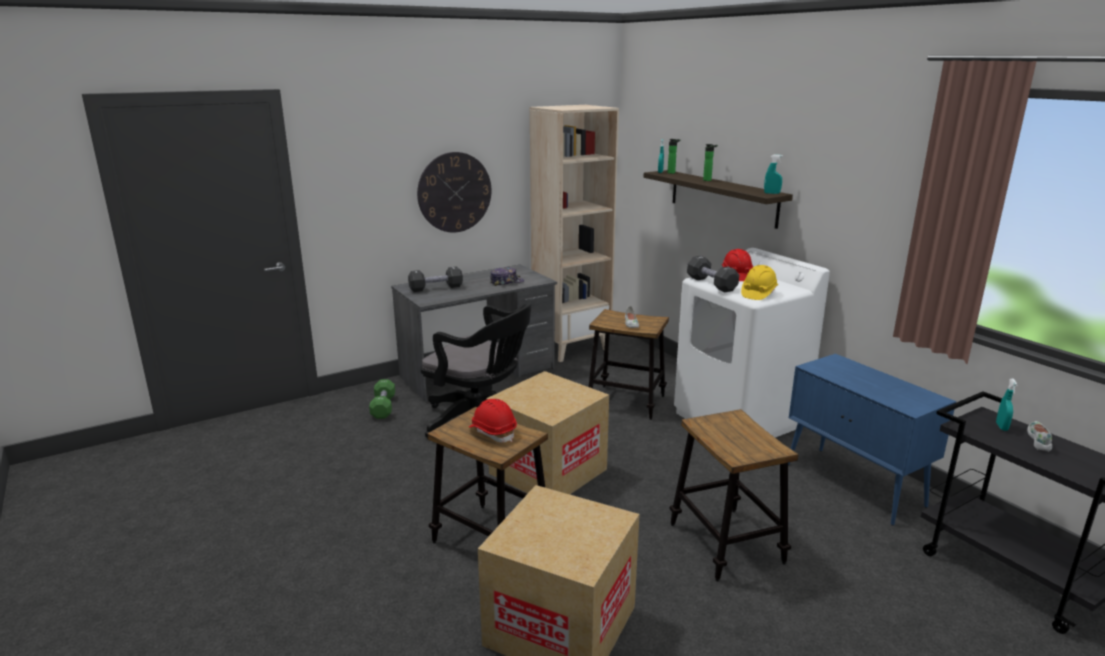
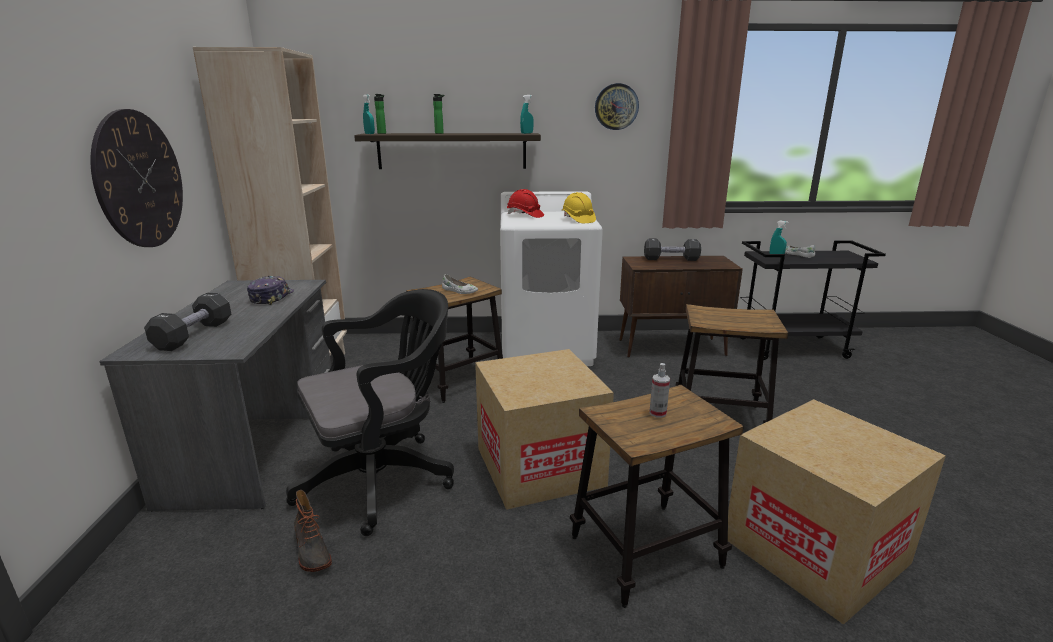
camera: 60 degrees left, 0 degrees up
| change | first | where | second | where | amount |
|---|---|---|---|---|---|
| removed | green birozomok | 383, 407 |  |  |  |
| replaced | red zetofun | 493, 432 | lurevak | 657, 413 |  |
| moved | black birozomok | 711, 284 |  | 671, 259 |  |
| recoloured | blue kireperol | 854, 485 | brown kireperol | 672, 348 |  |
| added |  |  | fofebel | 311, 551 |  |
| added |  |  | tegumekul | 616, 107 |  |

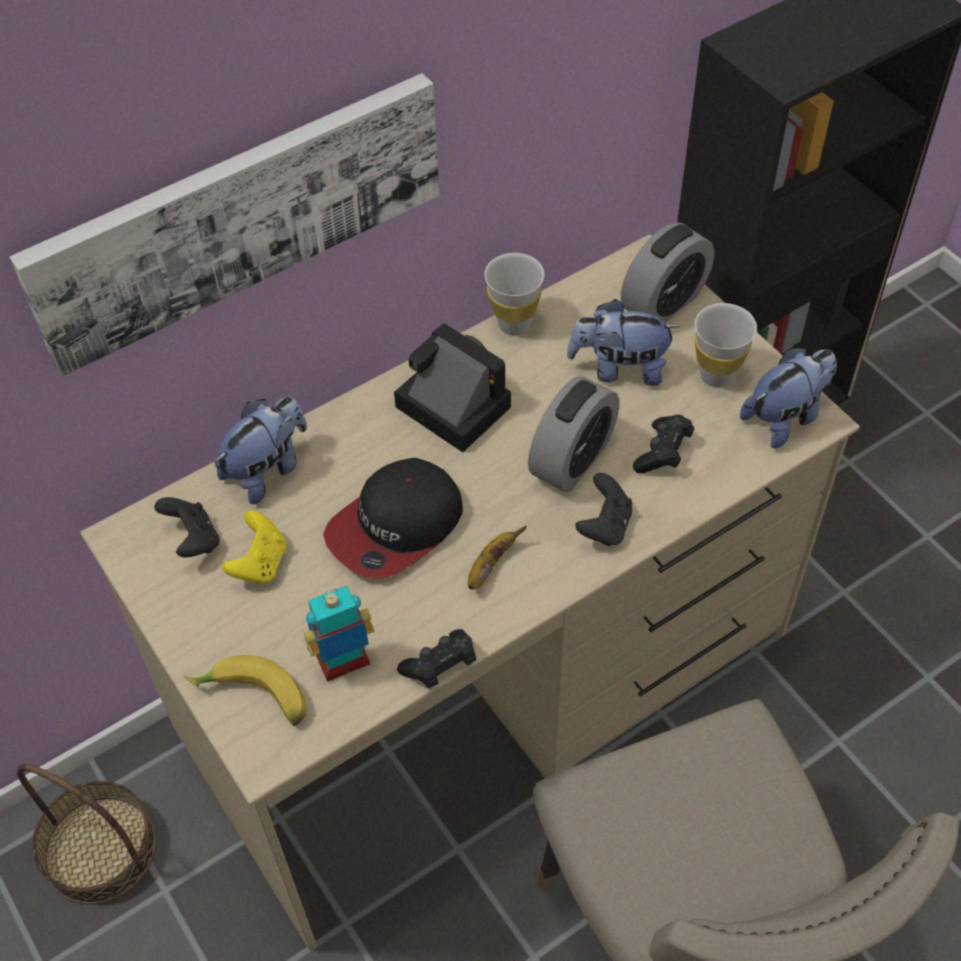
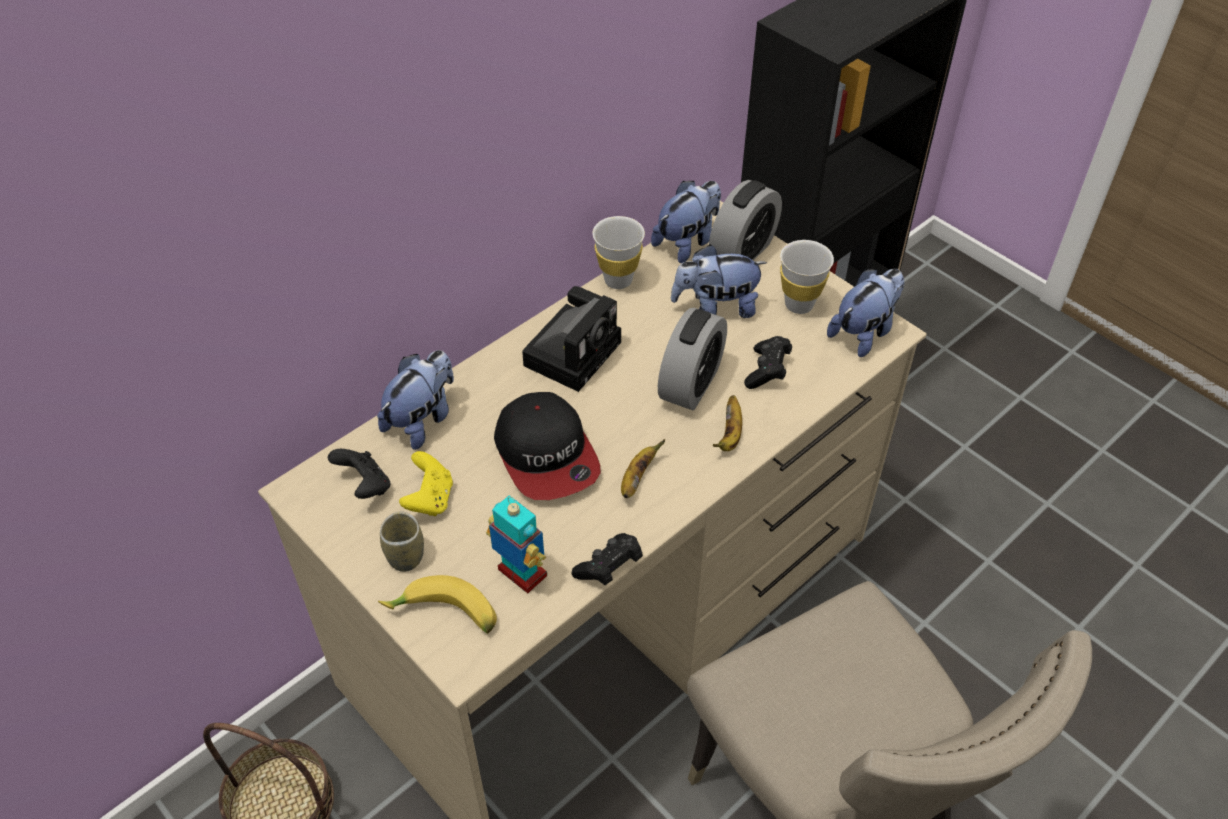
camera: 10 degrees left, 5 degrees down
| change | first | where | second | where | amount |
|---|---|---|---|---|---|
| removed | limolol | 238, 216 |  |  |  |
| turned | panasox | 343, 662 |  | 521, 574 | 75 degrees clockwise |
| turned | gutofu | 396, 526 |  | 547, 455 | 60 degrees counterclockwise |
| turned | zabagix | 448, 405 |  | 574, 351 | 90 degrees clockwise |
| replaced | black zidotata | 605, 526 | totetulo | 730, 435 |  |
| added |  |  | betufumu | 405, 556 |  |
| added |  |  | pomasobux | 687, 242 |  |

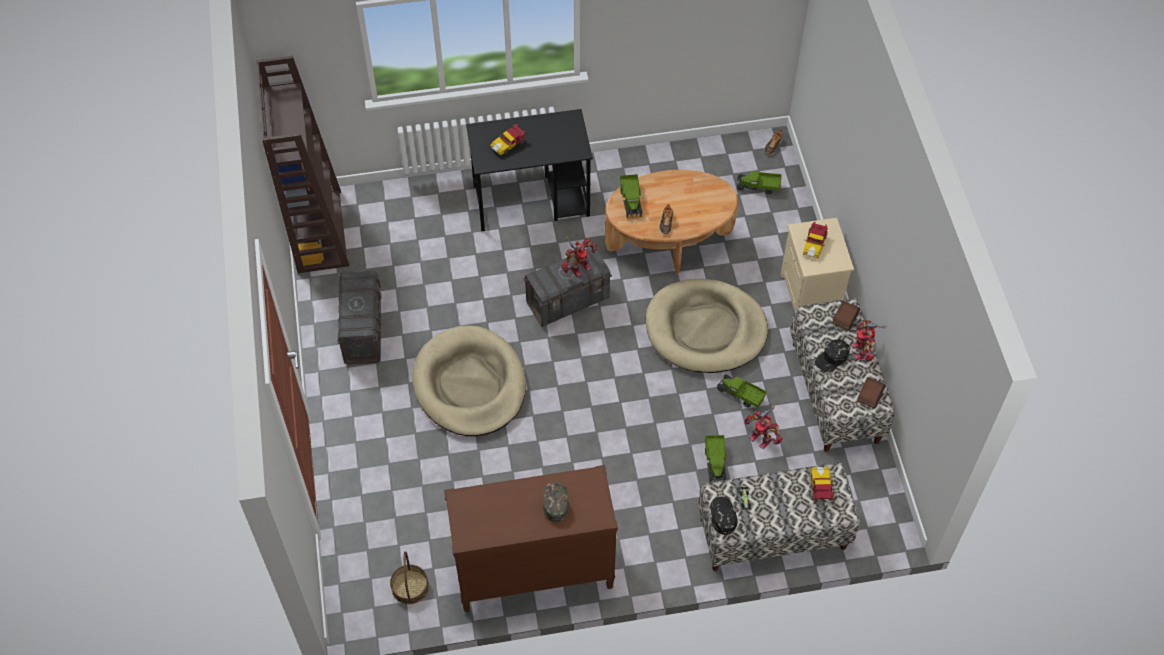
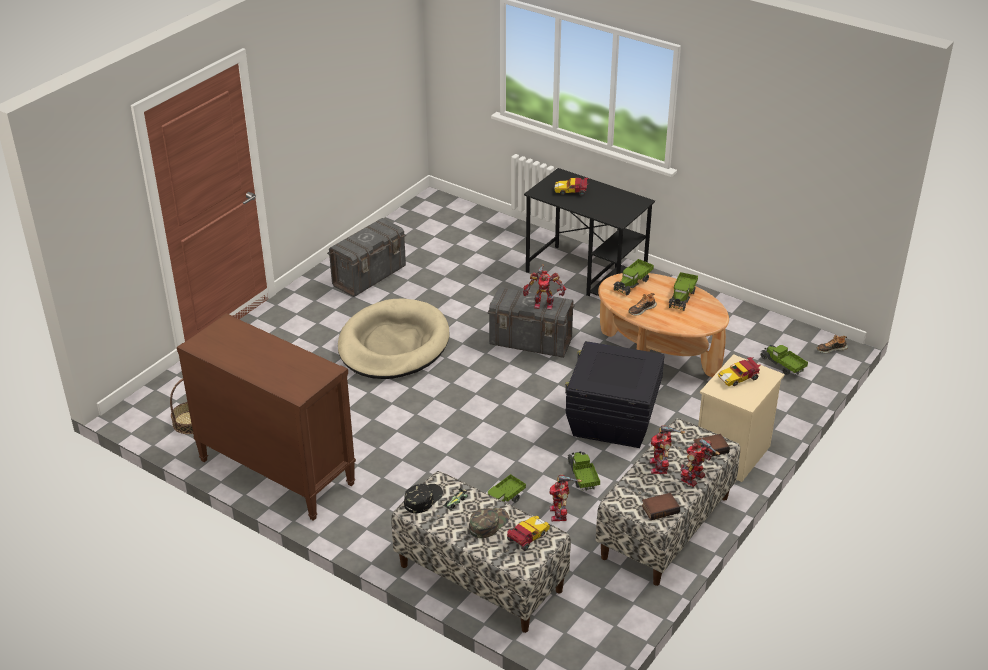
camera: 45 degrees right, 20 degrees down
| change | first | where | second | where | amount |
|---|---|---|---|---|---|
| removed | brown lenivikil | 318, 230 |  |  |  |
| moved | green gutofu | 555, 502 |  | 488, 524 |  |
| replaced | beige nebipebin | 705, 329 | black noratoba | 612, 421 |  |
| replaced | black gutofu | 832, 358 | panasox | 660, 466 |  |
| added |  |  | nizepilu | 682, 297 |  |

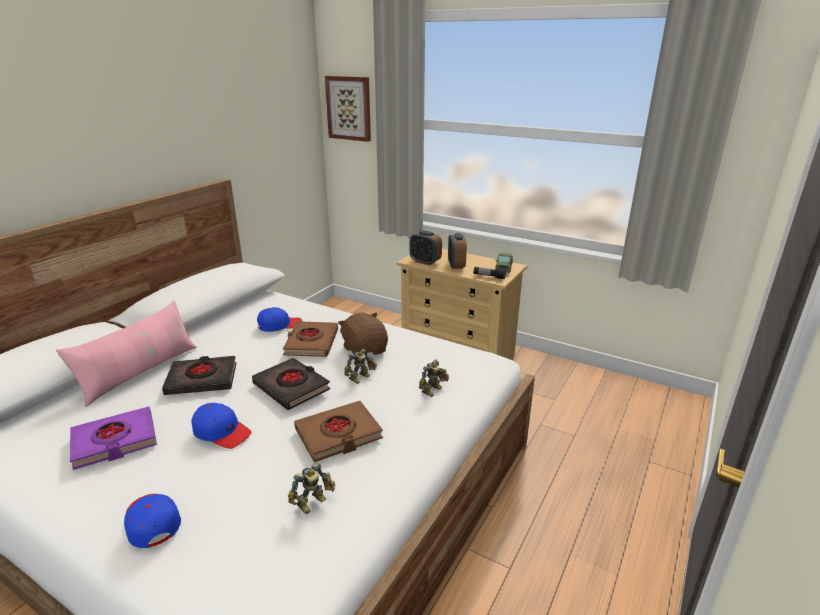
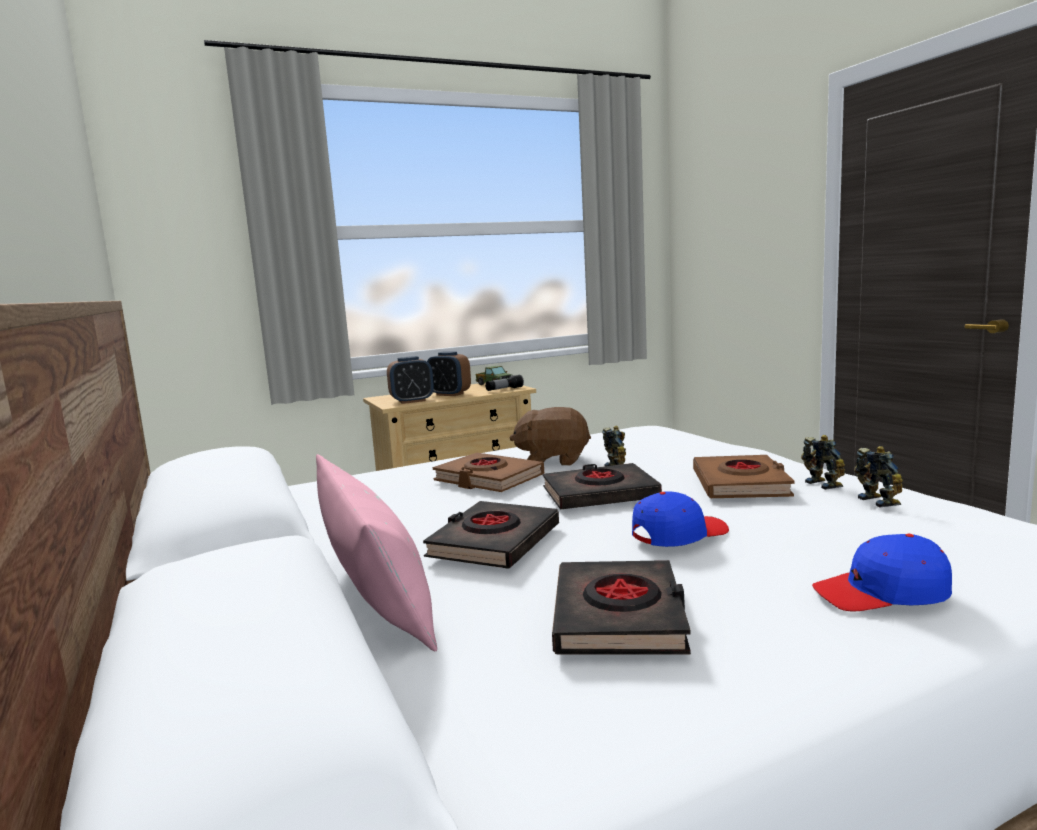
camera: 55 degrees left, 15 degrees down
| change | first | where | second | where | amount |
|---|---|---|---|---|---|
| recoloured | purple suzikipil | 115, 441 | black suzikipil | 619, 617 |  |
| removed | blue gutofu | 279, 325 |  |  |  |
| removed | limolol | 349, 108 |  |  |  |
| moved | panasox | 433, 390 |  | 825, 484 |  |

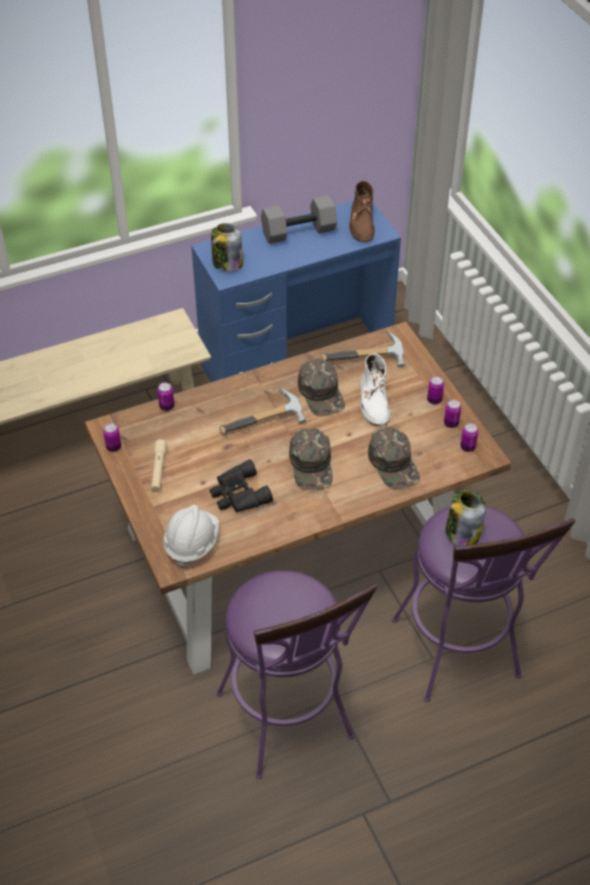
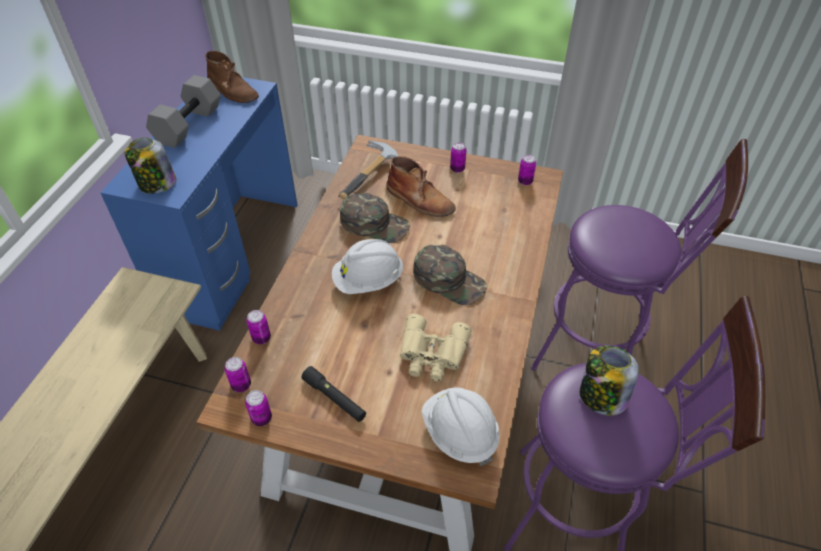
camera: 50 degrees left, 0 degrees up
| change | first | where | second | where | amount |
|---|---|---|---|---|---|
| recoloured | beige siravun | 158, 470 | black siravun | 334, 398 |  |
| recoloured | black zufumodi | 238, 494 | beige zufumodi | 432, 354 |  |
| replaced | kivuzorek | 265, 424 | white zetofun | 368, 281 |  |
| recoloured | white fofebel | 374, 401 | brown fofebel | 420, 200 |  |
| removed | green gutofu | 394, 463 |  |  |  |
| moved | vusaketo | 451, 423 |  | 241, 385 |  |
| moved | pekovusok | 462, 533 |  | 601, 397 |  |

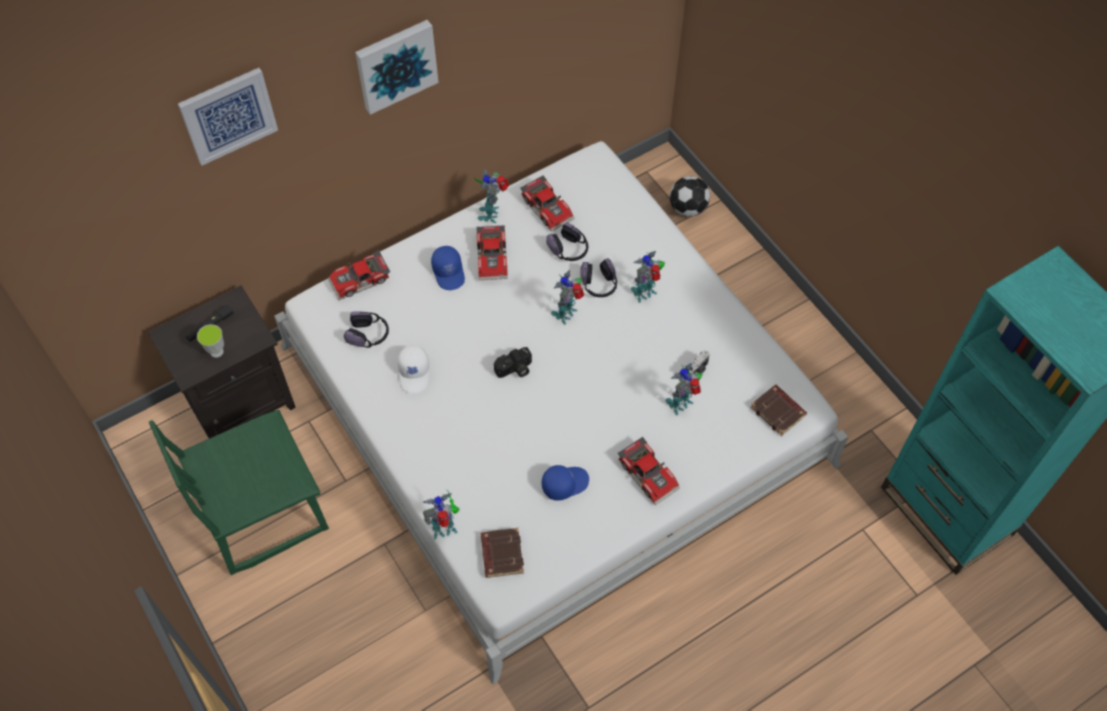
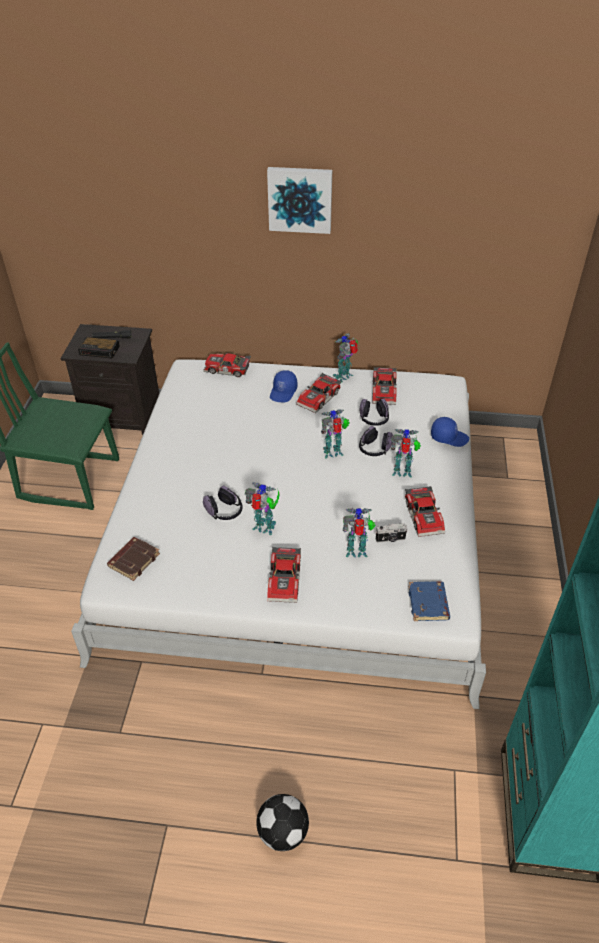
camera: 40 degrees right, 15 degrees down
| change | first | where | second | where | amount |
|---|---|---|---|---|---|
| removed | limolol | 228, 115 |  |  |  |
| replaced | betufumu | 216, 352 | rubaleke | 100, 350 |  |
| moved | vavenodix | 368, 335 |  | 225, 511 |  |
| removed | white gutofu | 414, 373 |  |  |  |
| moved | panasox | 445, 529 |  | 265, 528 |  |
| removed | zabagix | 515, 370 |  |  |  |
| moved | blue gutofu | 564, 483 |  | 449, 437 |  |
| moved | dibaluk | 688, 208 |  | 284, 832 |  |
| recoloured | brown suzikipil | 778, 412 | blue suzikipil | 429, 604 |  |
| added |  |  | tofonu | 425, 516 |  |

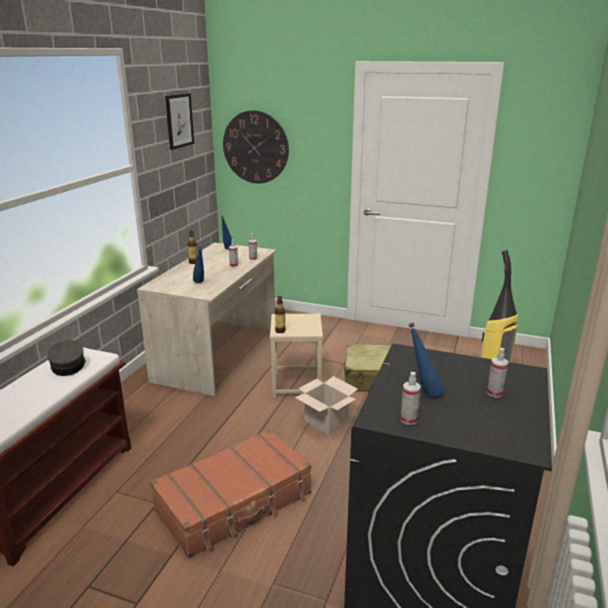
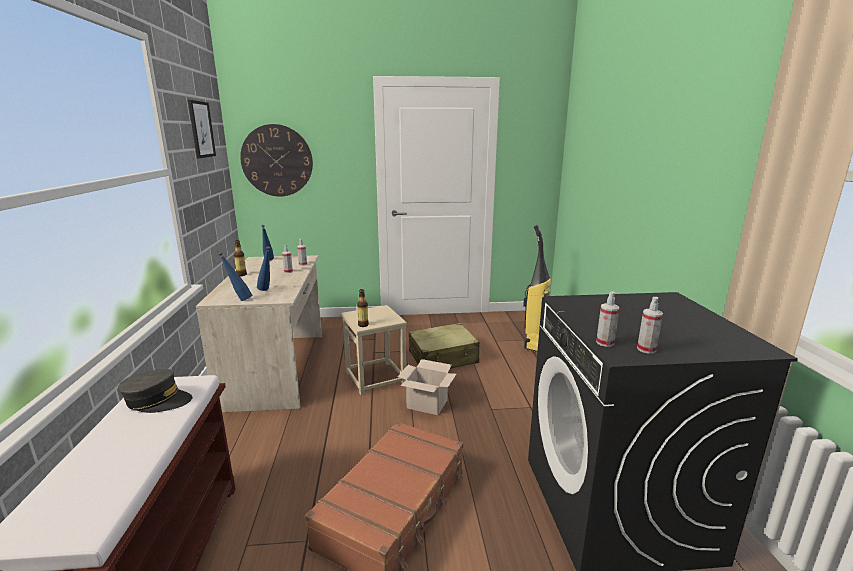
camera: 25 degrees left, 5 degrees down
| change | first | where | second | where | amount |
|---|---|---|---|---|---|
| turned | grey gutofu | 68, 365 |  | 157, 400 | 135 degrees clockwise |
| moved | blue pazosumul | 422, 393 |  | 239, 300 |  |
| moved | lurevak | 495, 393 |  | 605, 343 |  |

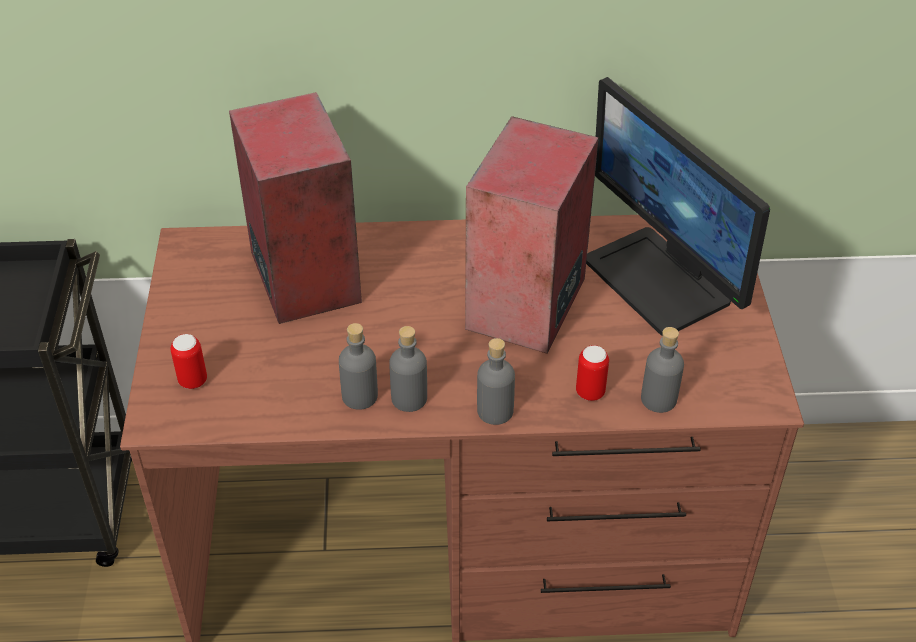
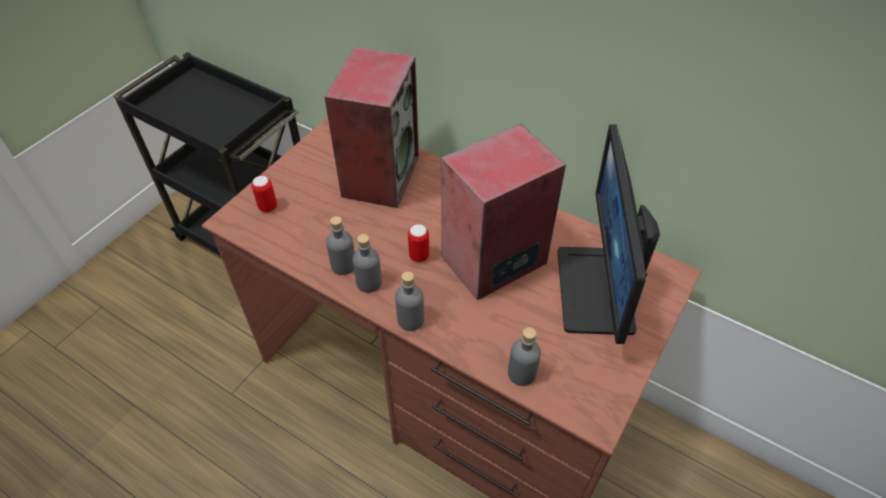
camera: 35 degrees right, 5 degrees up
| change | first | where | second | where | amount |
|---|---|---|---|---|---|
| moved | vusaketo | 590, 392 |  | 419, 256 |  |

